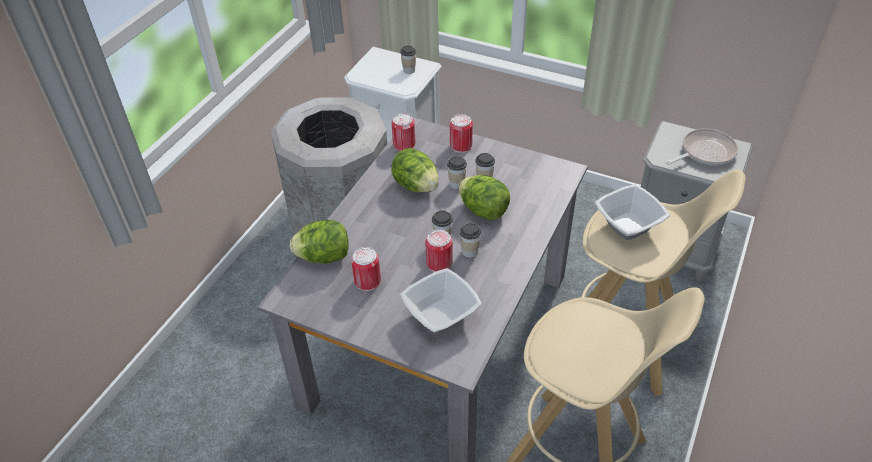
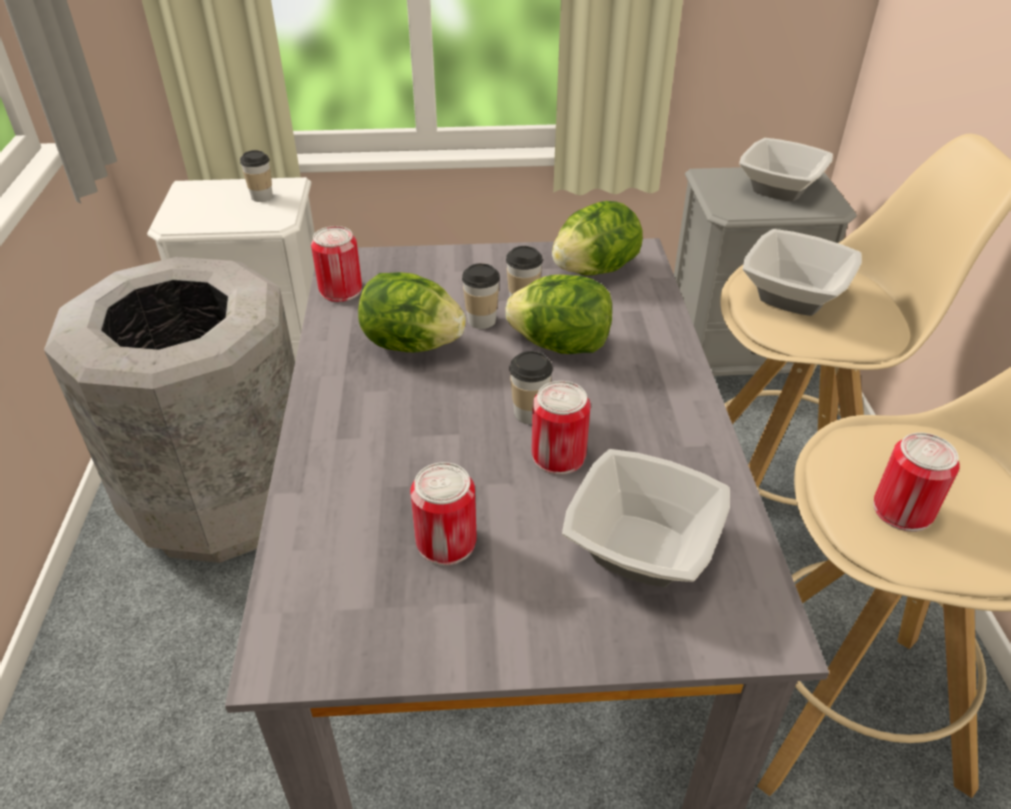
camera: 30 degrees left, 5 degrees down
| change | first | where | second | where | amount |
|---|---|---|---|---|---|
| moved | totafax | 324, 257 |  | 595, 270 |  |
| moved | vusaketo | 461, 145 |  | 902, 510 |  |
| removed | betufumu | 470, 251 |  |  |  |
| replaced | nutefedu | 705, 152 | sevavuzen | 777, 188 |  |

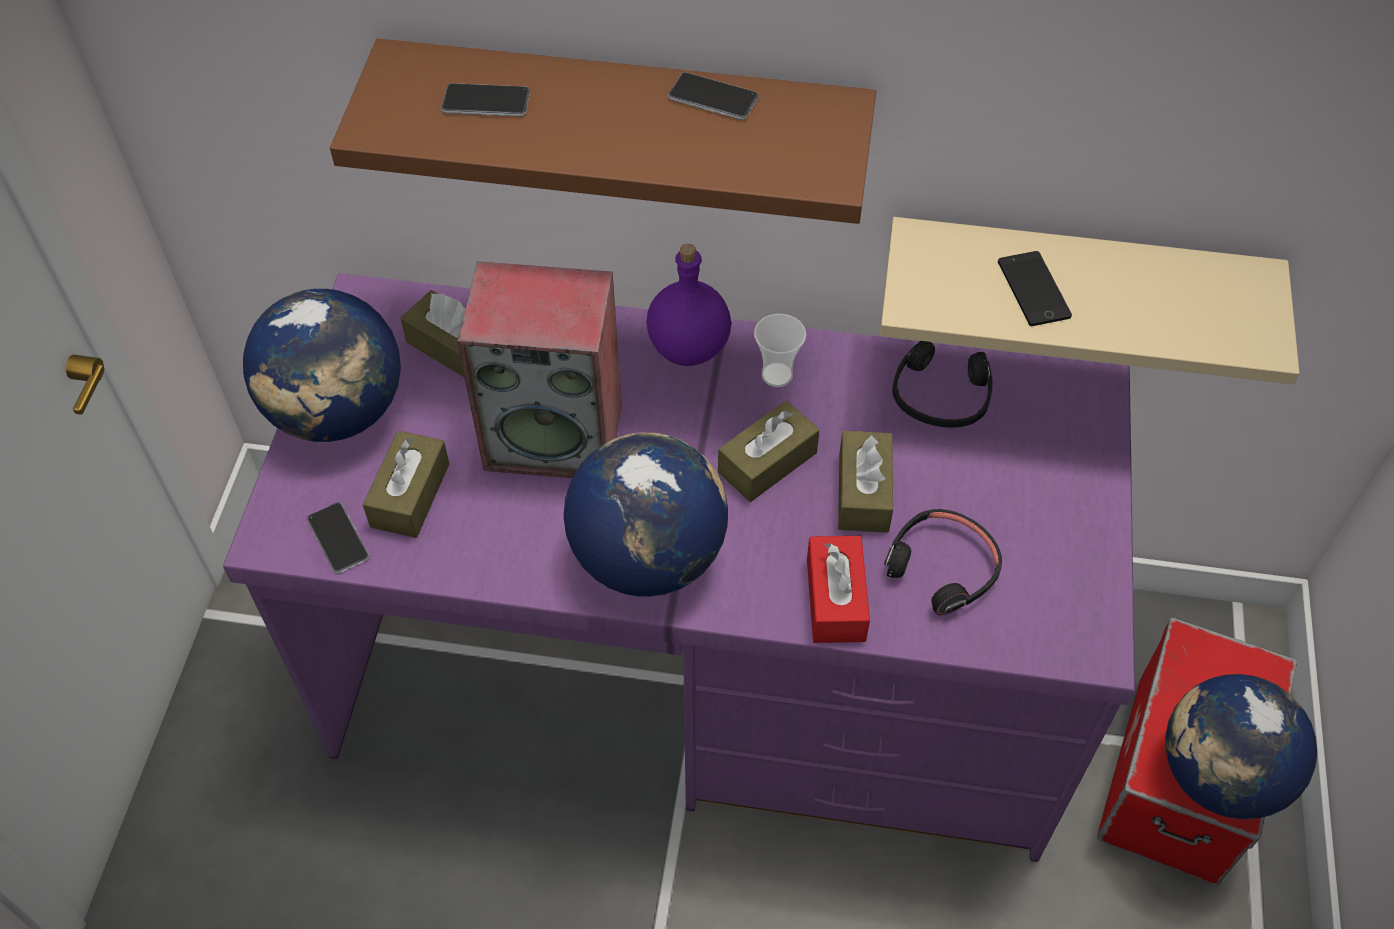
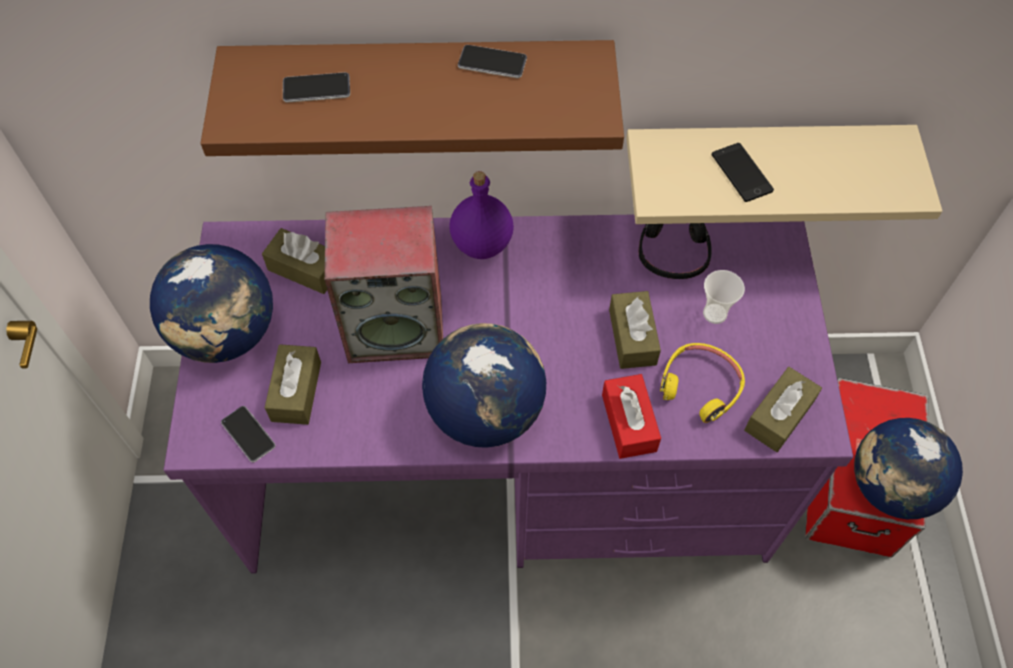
camera: 10 degrees left, 5 degrees up
| change | first | where | second | where | amount |
|---|---|---|---|---|---|
| moved | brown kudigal | 767, 462 |  | 779, 416 |  |
| moved | betufumu | 777, 375 |  | 715, 313 |  |
| recoloured | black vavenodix | 942, 568 | yellow vavenodix | 700, 386 |  |

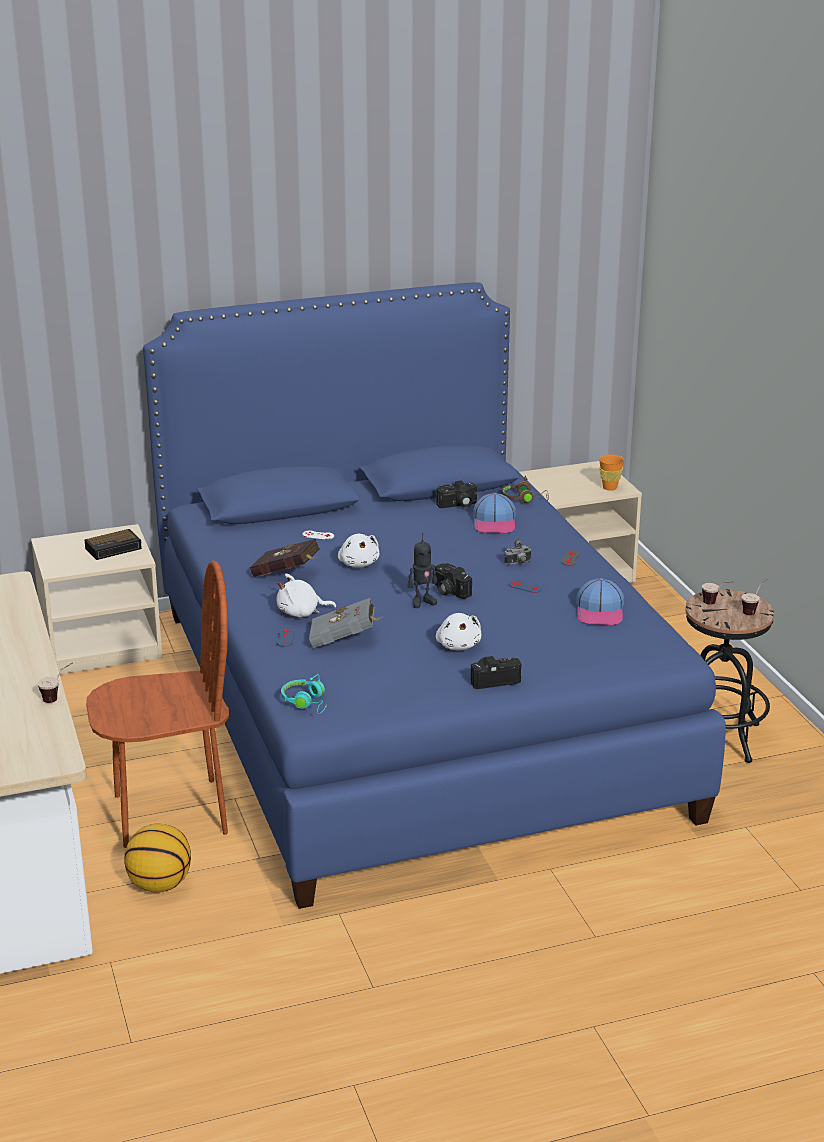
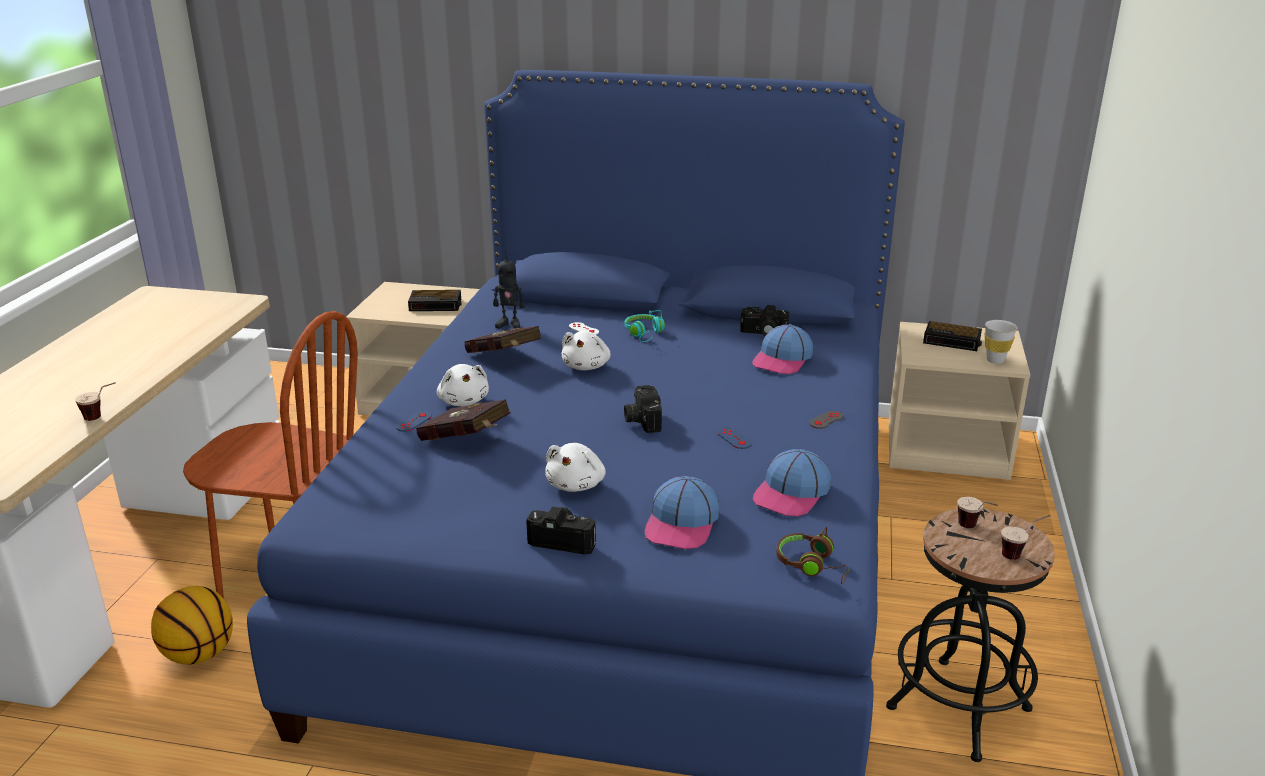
camera: 30 degrees right, 0 degrees up
| change | first | where | second | where | amount |
|---|---|---|---|---|---|
| turned | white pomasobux | 301, 613 |  | 464, 401 | 135 degrees counterclockwise |
| moved | turquoise vavenodix | 307, 702 |  | 644, 334 |  |
| recoloured | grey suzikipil | 345, 640 | red suzikipil | 467, 442 |  |
| moved | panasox | 422, 602 |  | 509, 324 |  |
| moved | brown vavenodix | 524, 499 |  | 813, 566 |  |
| removed | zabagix | 518, 563 |  |  |  |
| recoloured | orange betufumu | 609, 488 | white betufumu | 995, 360 |  |
| added |  |  | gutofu | 682, 524 |  |
| added |  |  | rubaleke | 953, 341 |  |

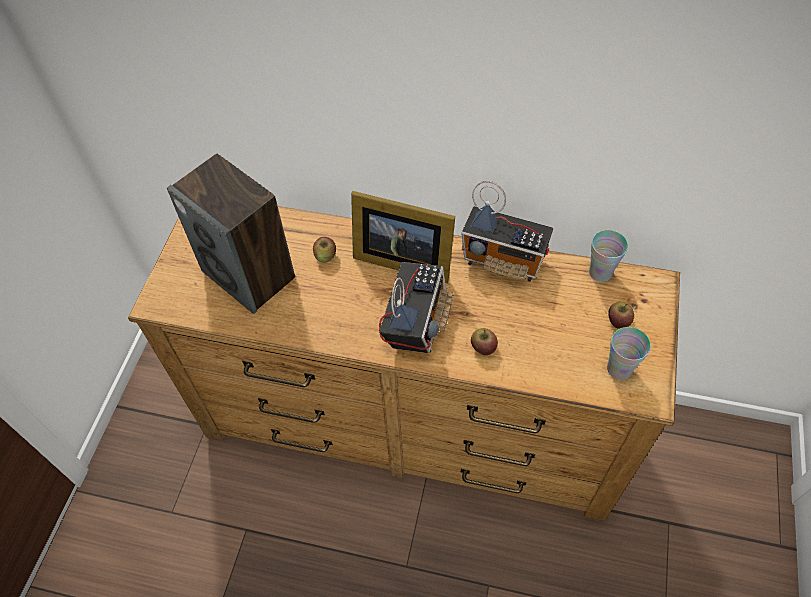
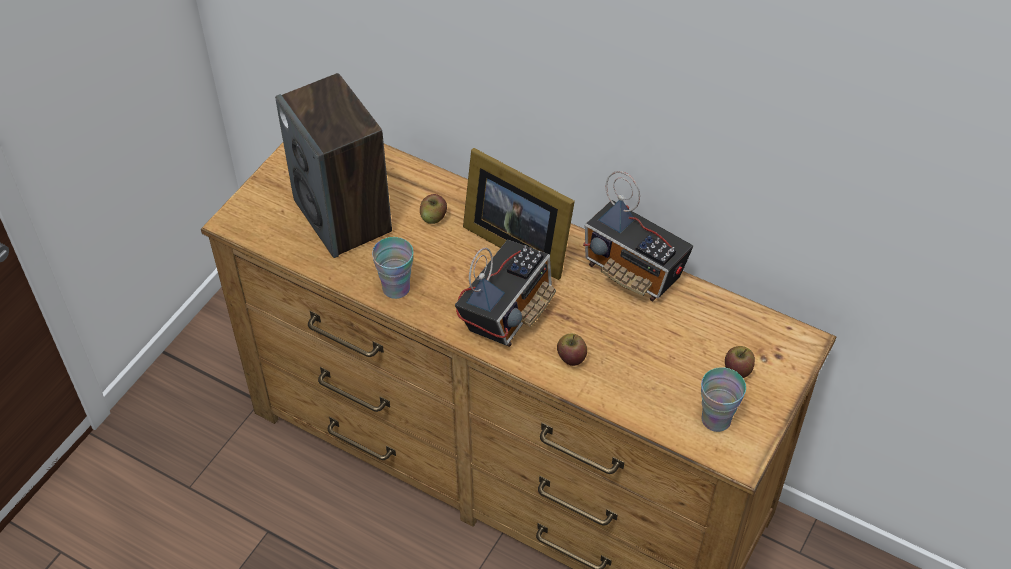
camera: 15 degrees right, 5 degrees down
| change | first | where | second | where | amount |
|---|---|---|---|---|---|
| moved | betufumu | 600, 272 |  | 396, 288 |  |

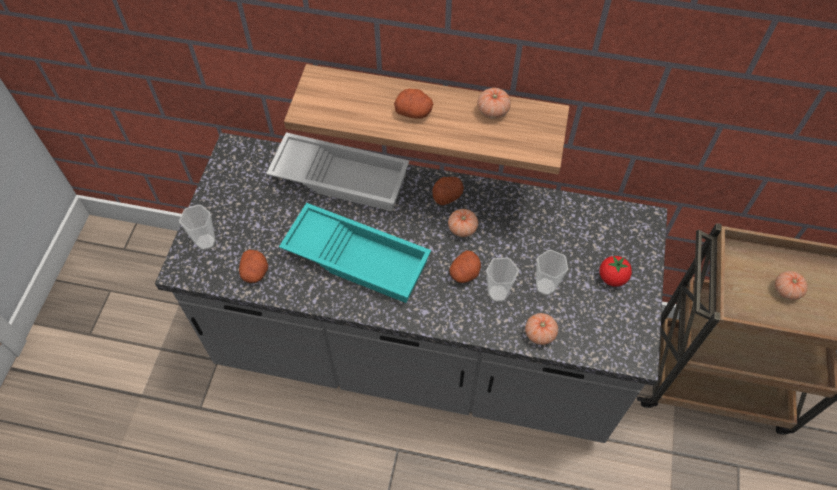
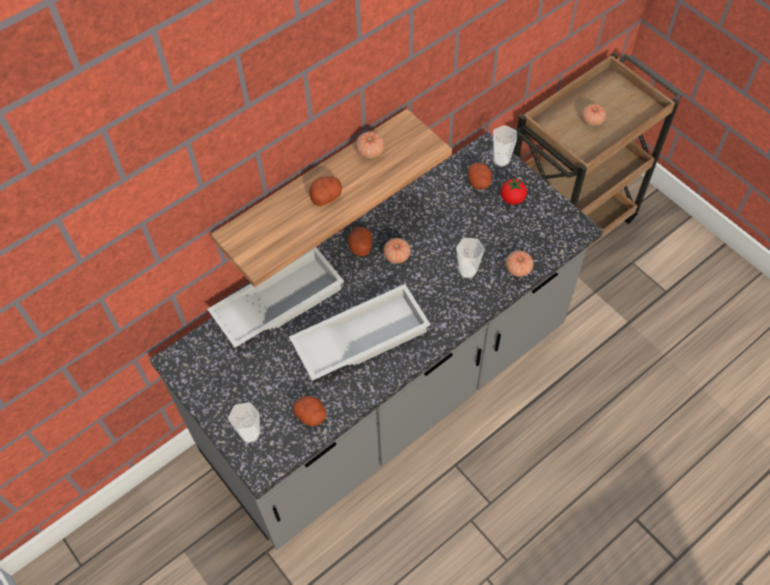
camera: 50 degrees left, 0 degrees up
| change | first | where | second | where | amount |
|---|---|---|---|---|---|
| recoloured | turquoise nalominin | 358, 257 | white nalominin | 360, 336 |  |
| moved | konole | 465, 273 |  | 479, 182 |  |
| moved | betufumu | 545, 286 |  | 501, 160 |  |

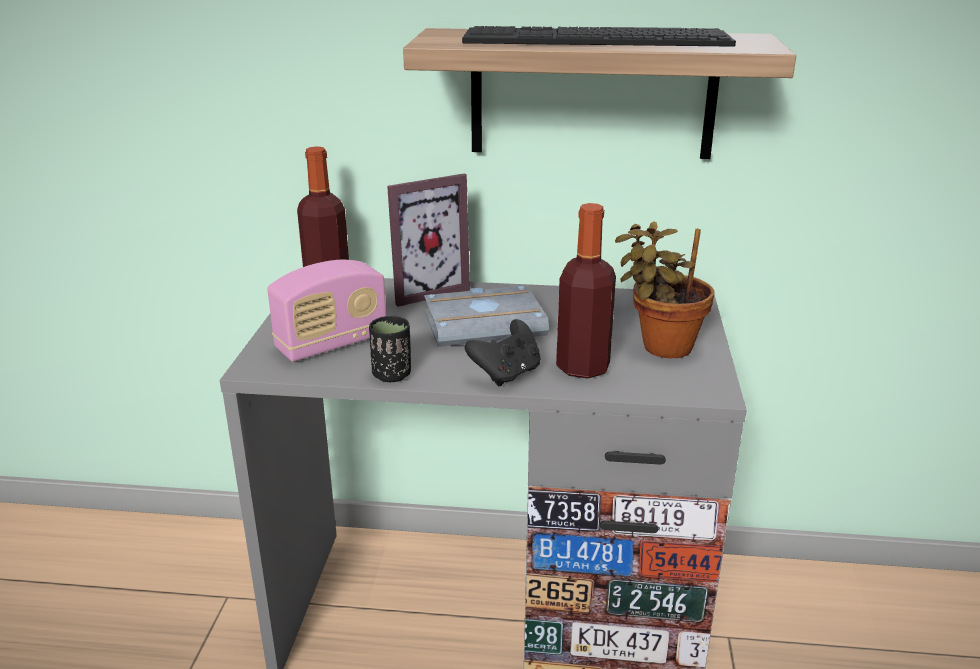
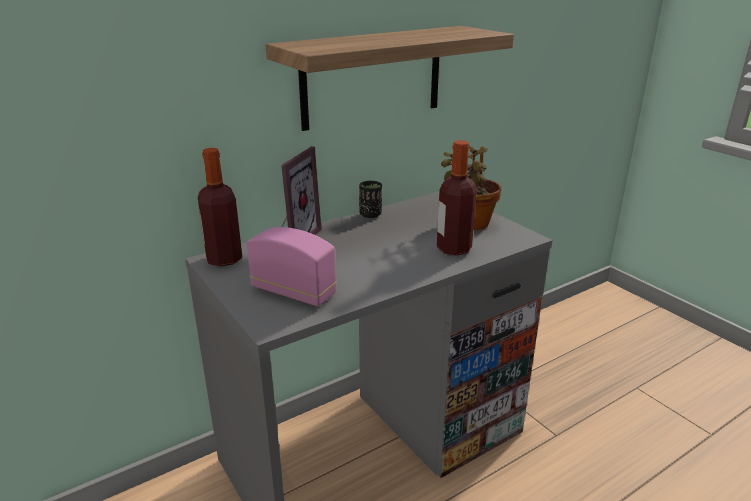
camera: 40 degrees left, 0 degrees up
| change | first | where | second | where | amount |
|---|---|---|---|---|---|
| turned | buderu | 332, 343 |  | 293, 291 | 75 degrees counterclockwise |
| moved | black betufumu | 392, 375 |  | 370, 214 |  |
| removed | grey suzikipil | 486, 323 |  |  |  |
| removed | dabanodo | 596, 38 |  |  |  |
| removed | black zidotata | 507, 374 |  |  |  |

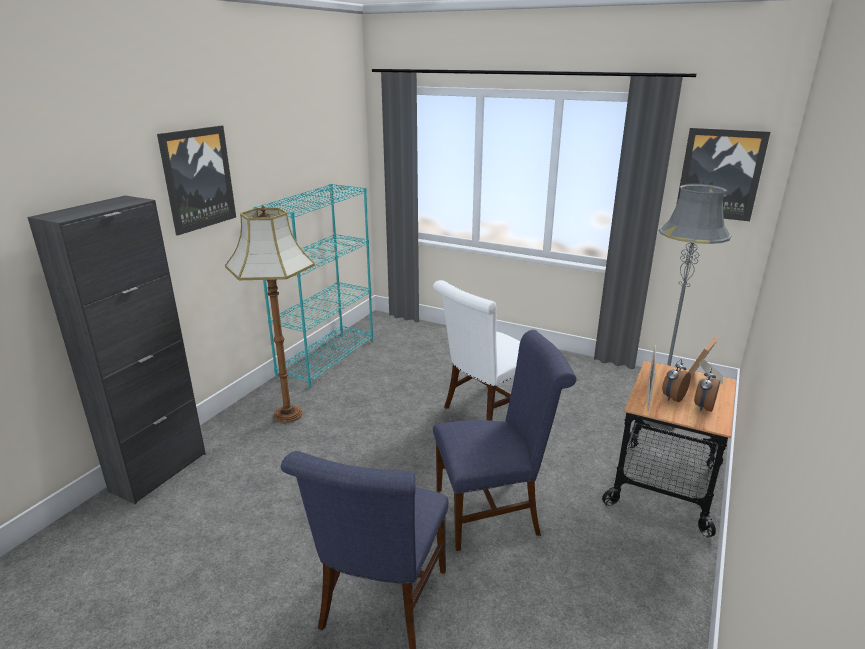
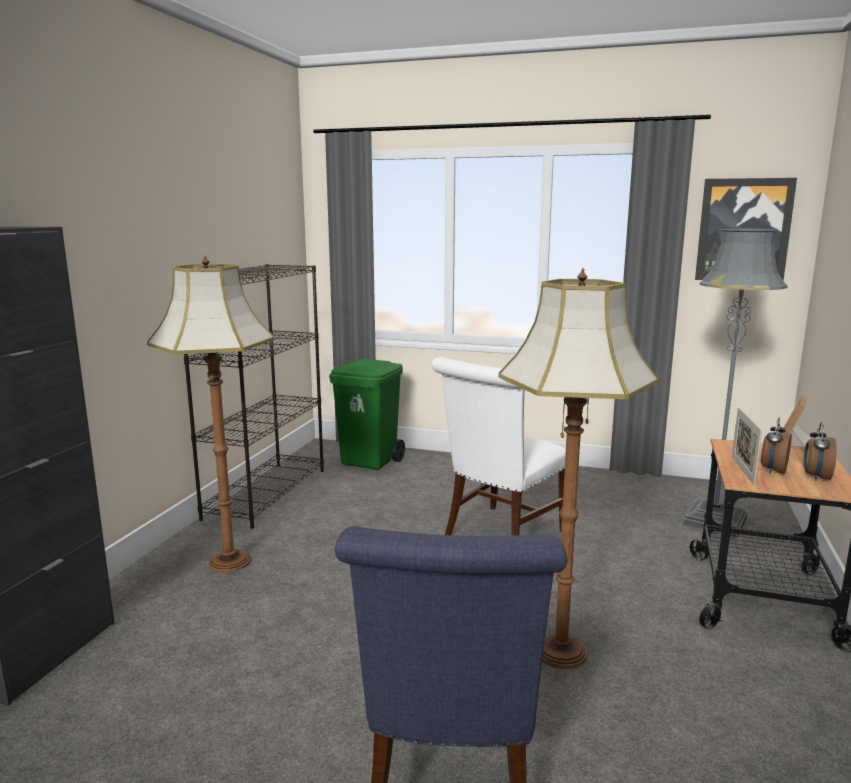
camera: 10 degrees left, 10 degrees down
| change | first | where | second | where | amount |
|---|---|---|---|---|---|
| removed | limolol | 198, 179 |  |  |  |
| recoloured | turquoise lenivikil | 327, 358 | black lenivikil | 266, 493 |  |
| replaced | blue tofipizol | 493, 510 | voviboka | 562, 652 |  |
| added |  |  | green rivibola | 370, 462 |  |

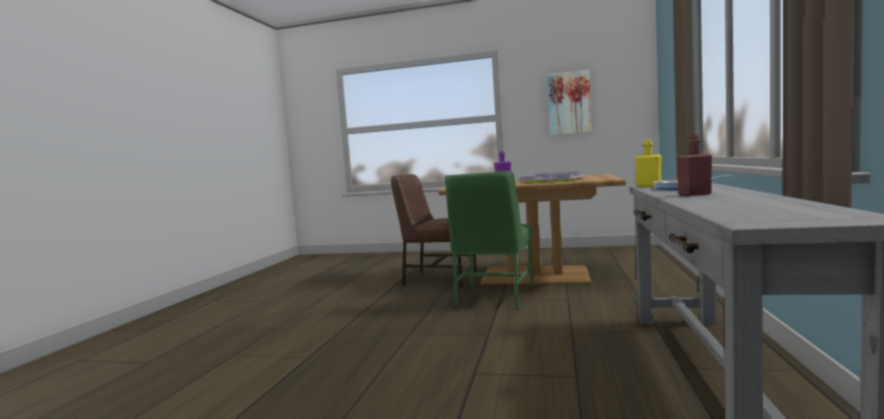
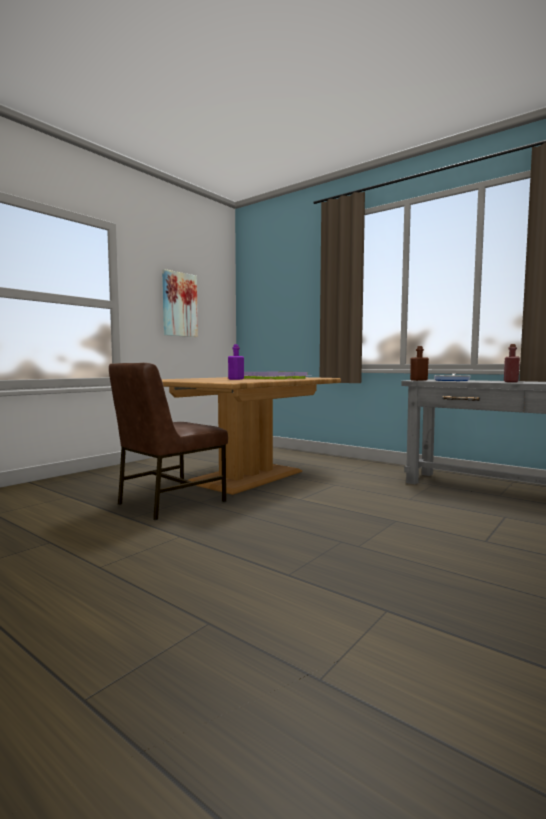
camera: 65 degrees left, 0 degrees up
| change | first | where | second | where | amount |
|---|---|---|---|---|---|
| removed | green tofipizol | 493, 297 |  |  |  |
| recoloured | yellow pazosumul | 648, 186 | brown pazosumul | 418, 380 |  |

